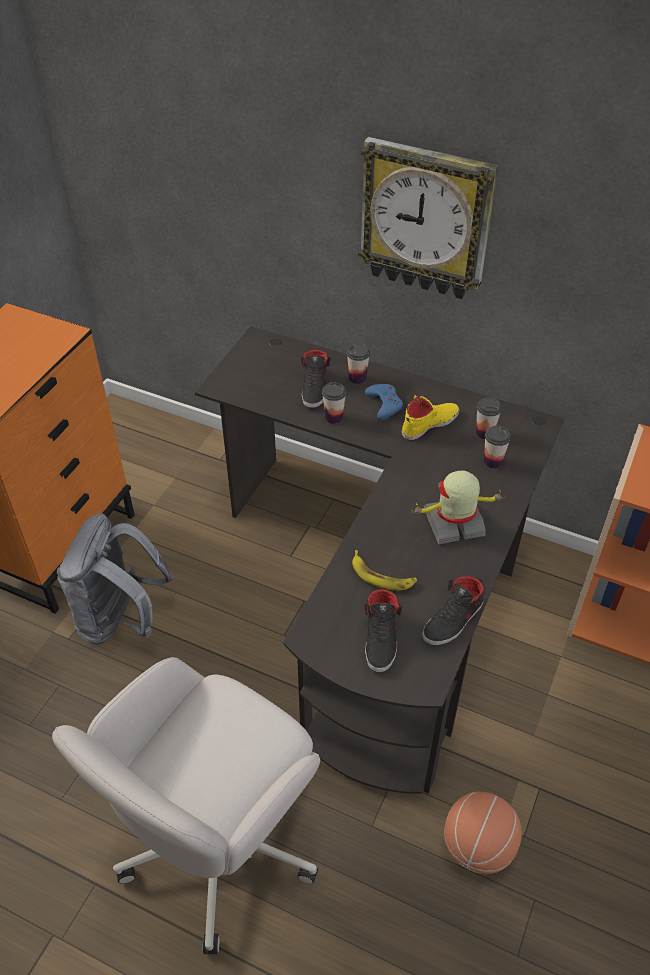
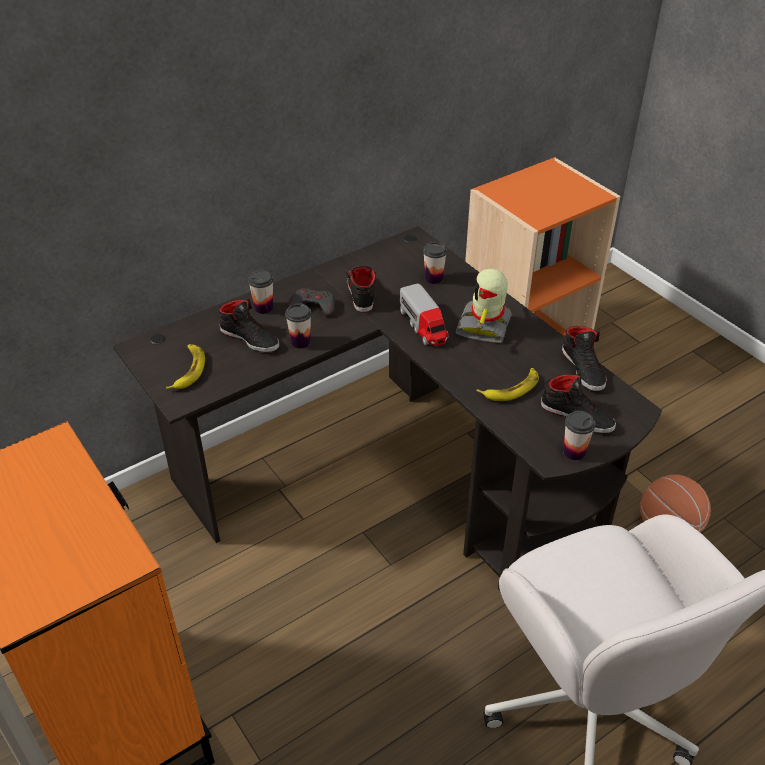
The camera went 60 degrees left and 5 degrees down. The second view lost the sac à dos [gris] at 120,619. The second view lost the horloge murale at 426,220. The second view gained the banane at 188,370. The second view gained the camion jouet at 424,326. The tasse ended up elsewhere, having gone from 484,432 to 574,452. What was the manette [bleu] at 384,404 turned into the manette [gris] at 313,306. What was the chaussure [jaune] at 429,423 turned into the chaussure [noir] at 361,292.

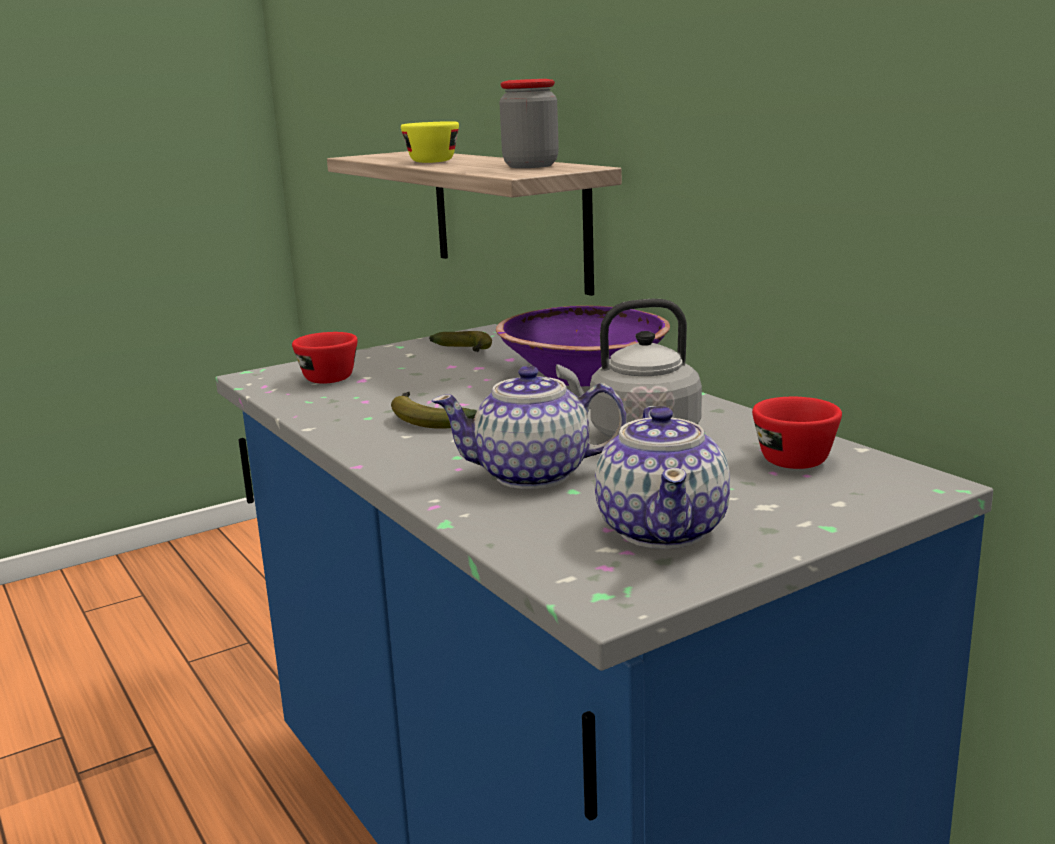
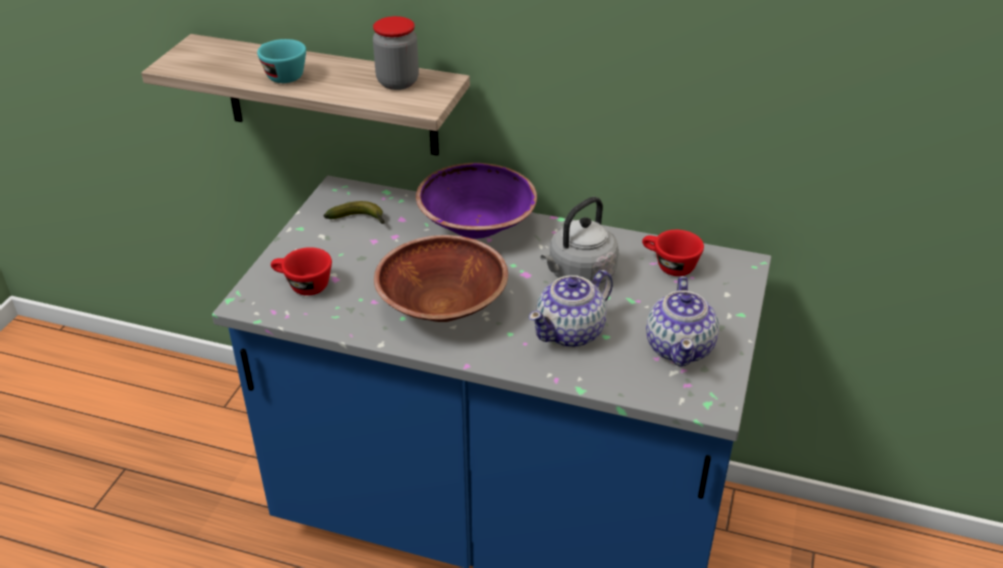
The camera went 40 degrees left and 20 degrees up. Where the banane stood at 427,420, the bol [marron] came to stand at 443,306. What was the tasse [jaune] at 432,161 turned into the tasse [turquoise] at 281,75. The théière at 663,529 ended up facing another way, 45 degrees clockwise from before.

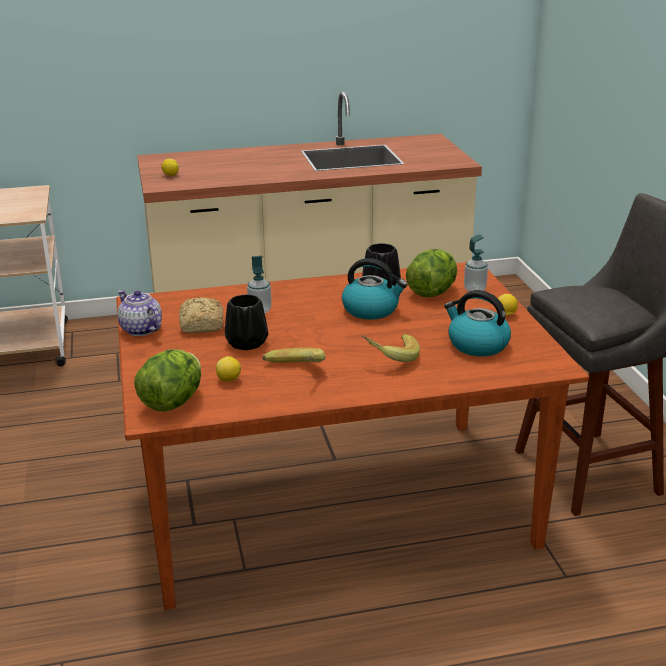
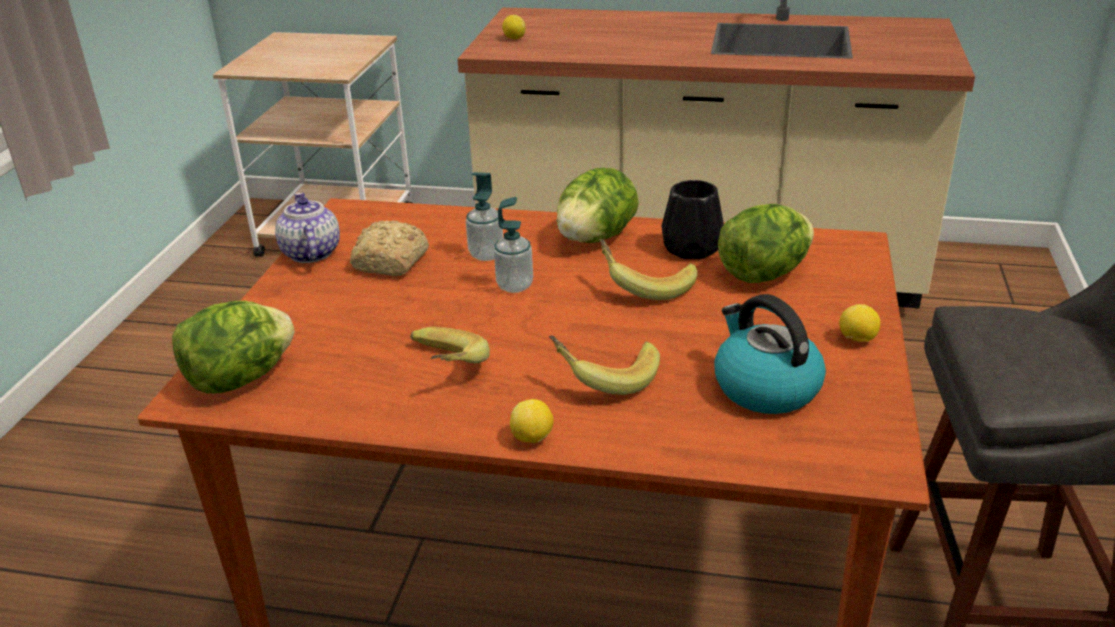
The camera went 25 degrees right and 5 degrees up. The second view lost the vase [noir] at 245,342. The second view gained the laitue at 595,238. The citron ended up elsewhere, having gone from 229,380 to 532,438. The distributeur de savon ended up elsewhere, having gone from 474,289 to 515,286. Where the bouilloire stood at 371,310, the banane came to stand at 645,286.

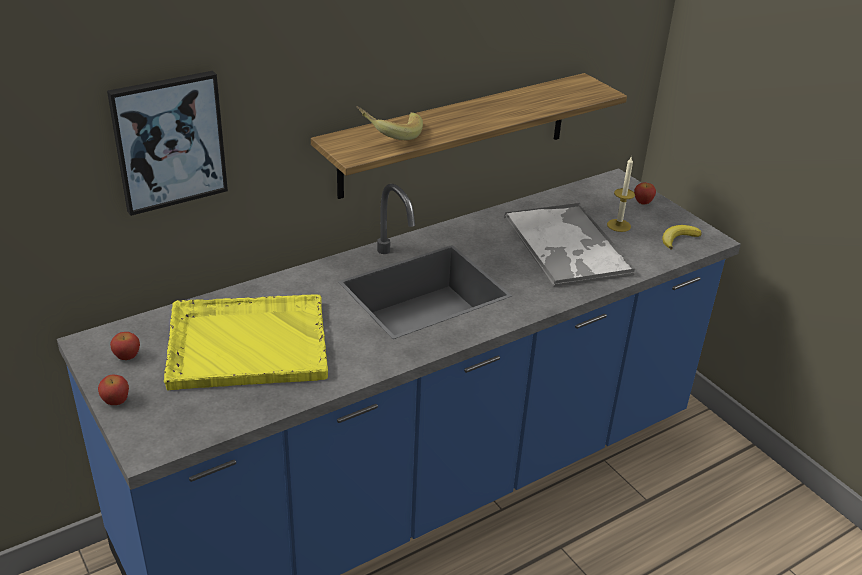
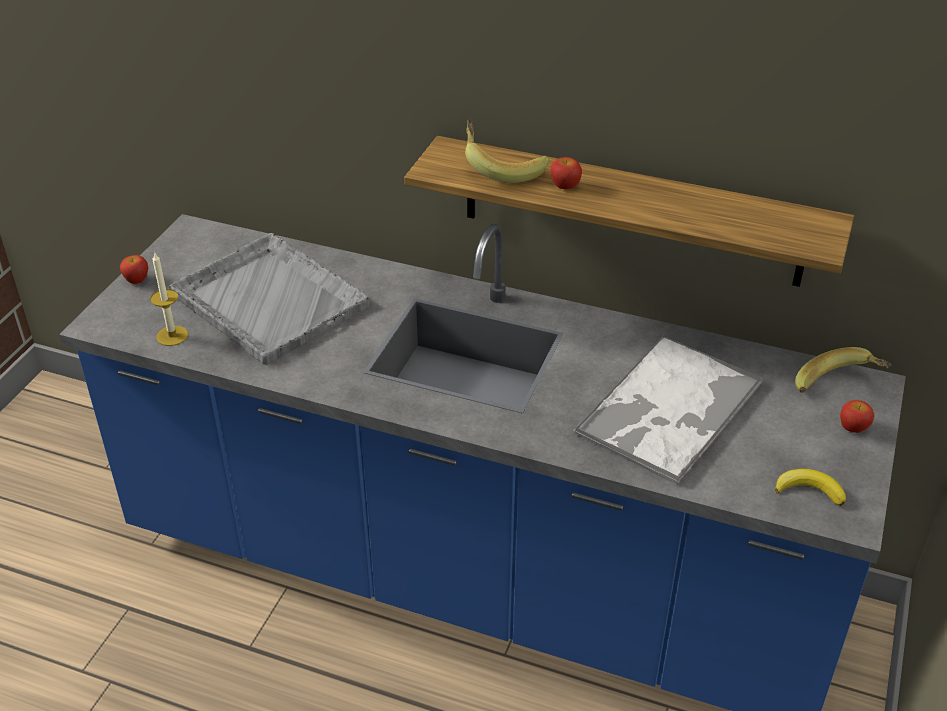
The camera went 55 degrees right and 5 degrees up. The second view lost the tableau at 169,141. The second view gained the banane at 838,388. The pomme ended up elsewhere, having gone from 127,356 to 565,186. The bougie ended up elsewhere, having gone from 618,225 to 172,335. What was the plateau [jaune] at 246,344 turned into the plateau [gris] at 268,299.

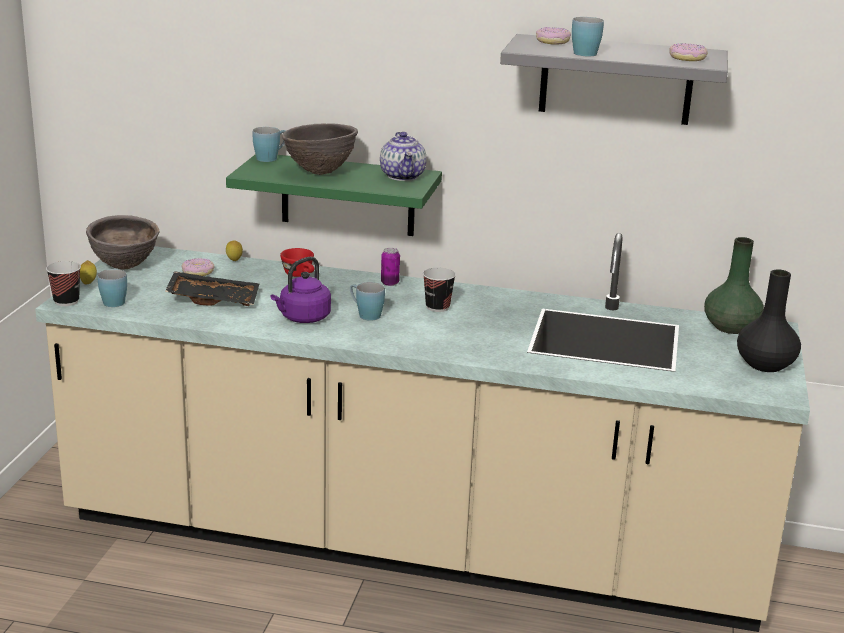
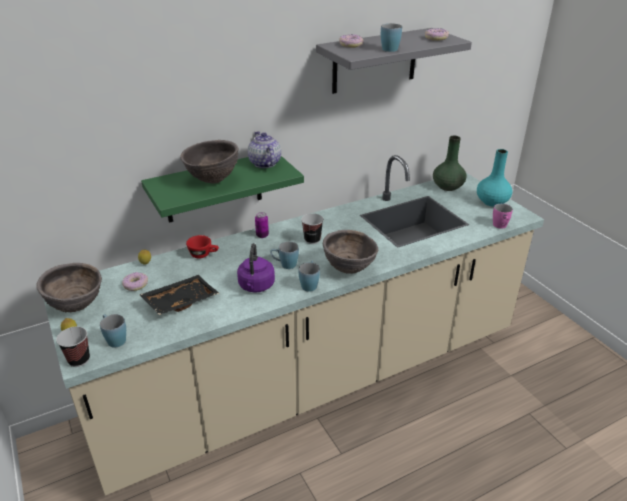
The camera went 40 degrees left and 10 degrees up. The second view gained the bol [marron] at 349,269. The second view gained the mug [rose] at 500,226. The mug [bleu] ended up elsewhere, having gone from 271,158 to 309,284. What was the vase [noir] at 766,365 turned into the vase [turquoise] at 492,202. The théière at 403,176 ended up facing another way, 150 degrees counterclockwise from before.

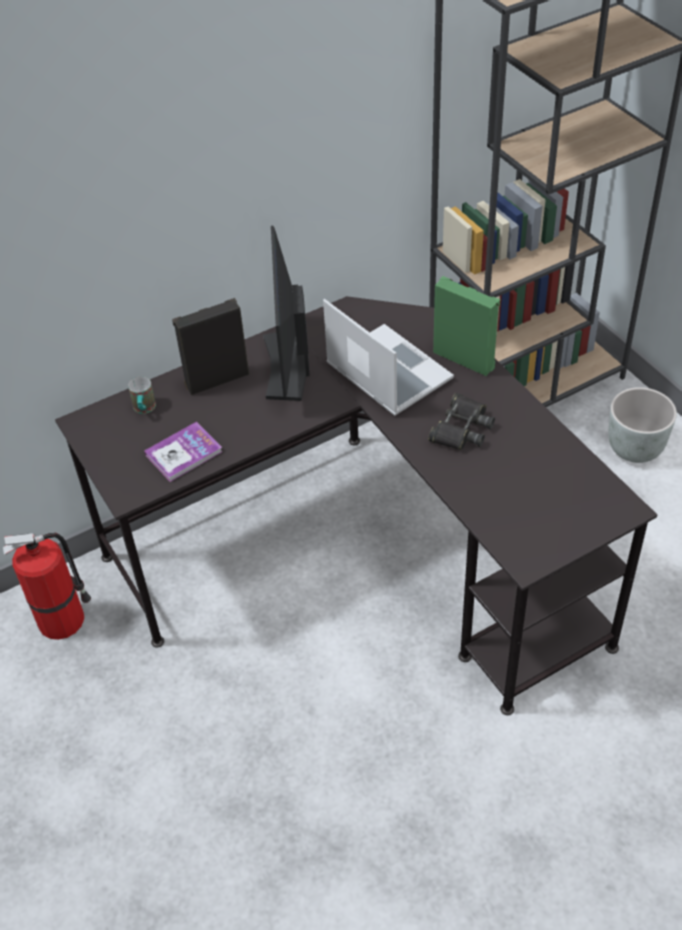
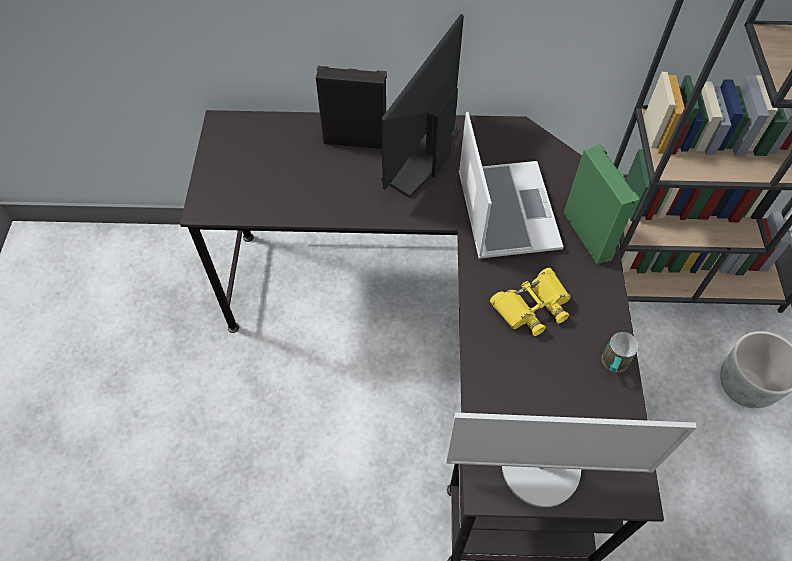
The camera went 30 degrees right and 10 degrees up. The second view lost the extincteur at 63,619. The second view lost the livre at 183,453. The second view gained the écran d'ordinateur at 541,467. The mug ended up elsewhere, having gone from 144,409 to 613,365. What was the jumelles [noir] at 461,428 turned into the jumelles [jaune] at 532,306.

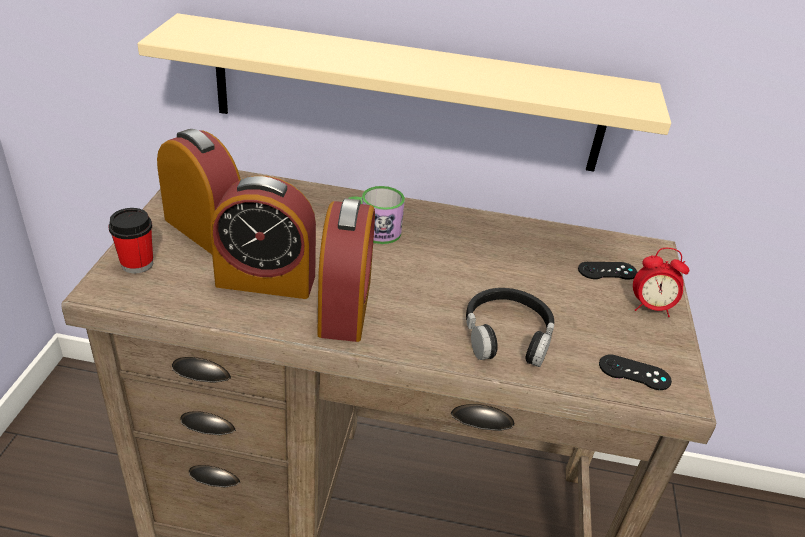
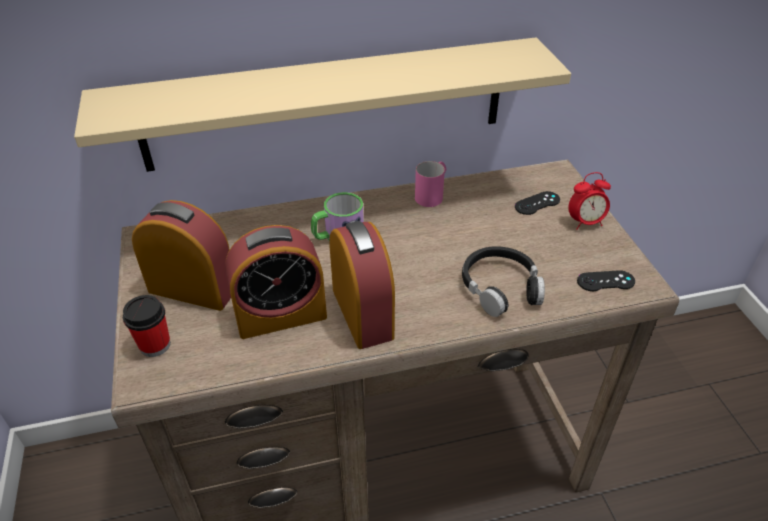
The camera went 20 degrees left and 5 degrees up. The second view gained the mug [rose] at 432,194.

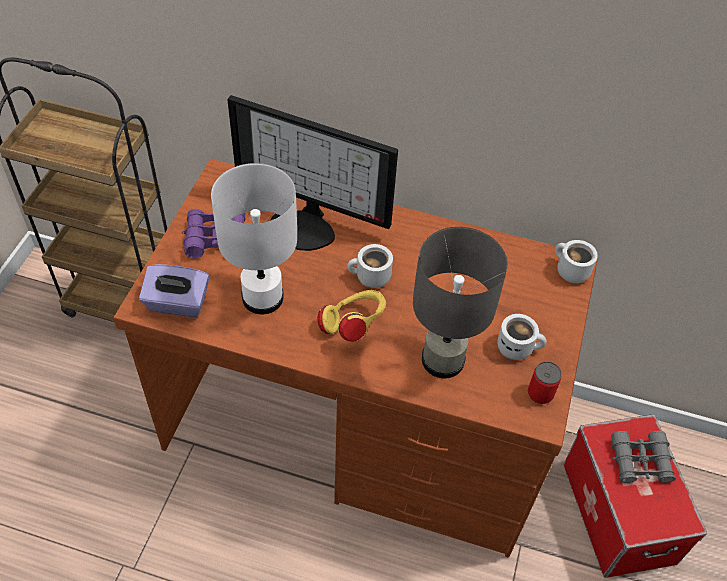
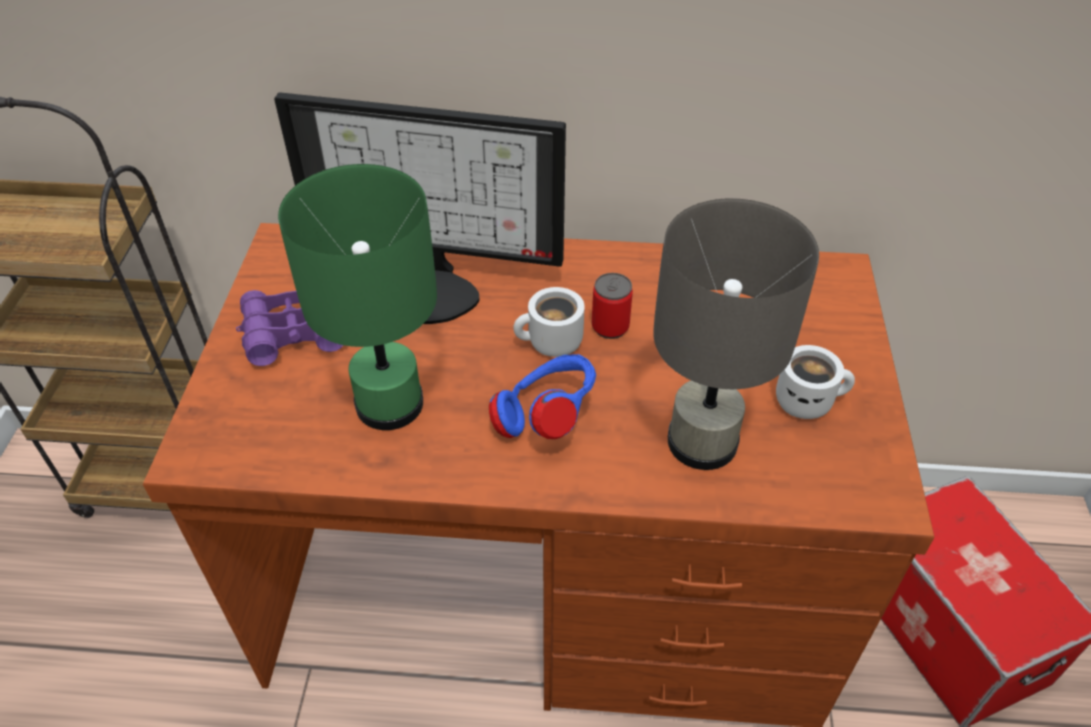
The camera went 10 degrees left and 5 degrees down. The second view lost the boîte à mouchoirs [violet] at 177,304. The second view lost the mug [blanc] at 569,271. The second view lost the jumelles [gris] at 640,461. The boîte métallique ended up elsewhere, having gone from 540,393 to 610,327. What was the lampe de table [blanc] at 263,298 turned into the lampe de table [vert] at 390,405. What was the casque audio [jaune] at 353,326 turned into the casque audio [bleu] at 546,418.

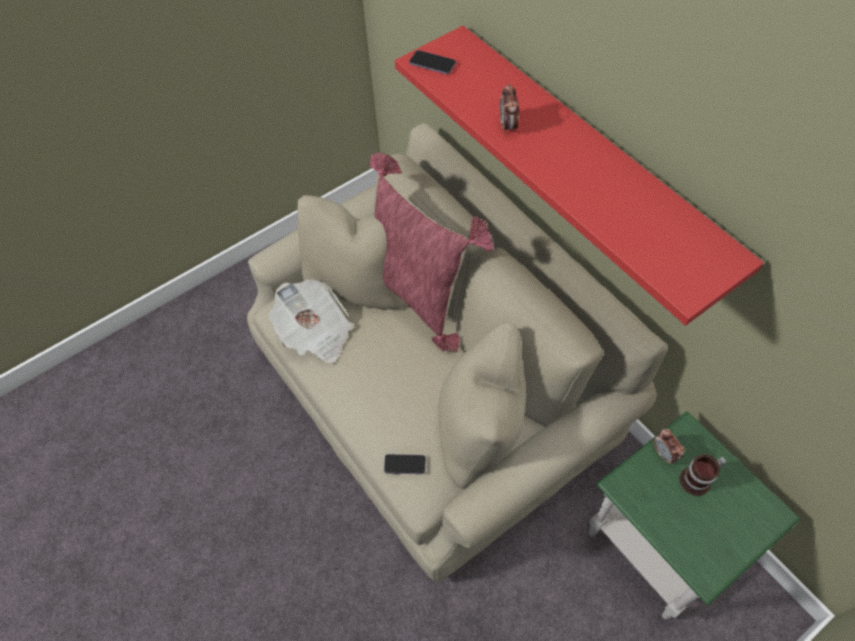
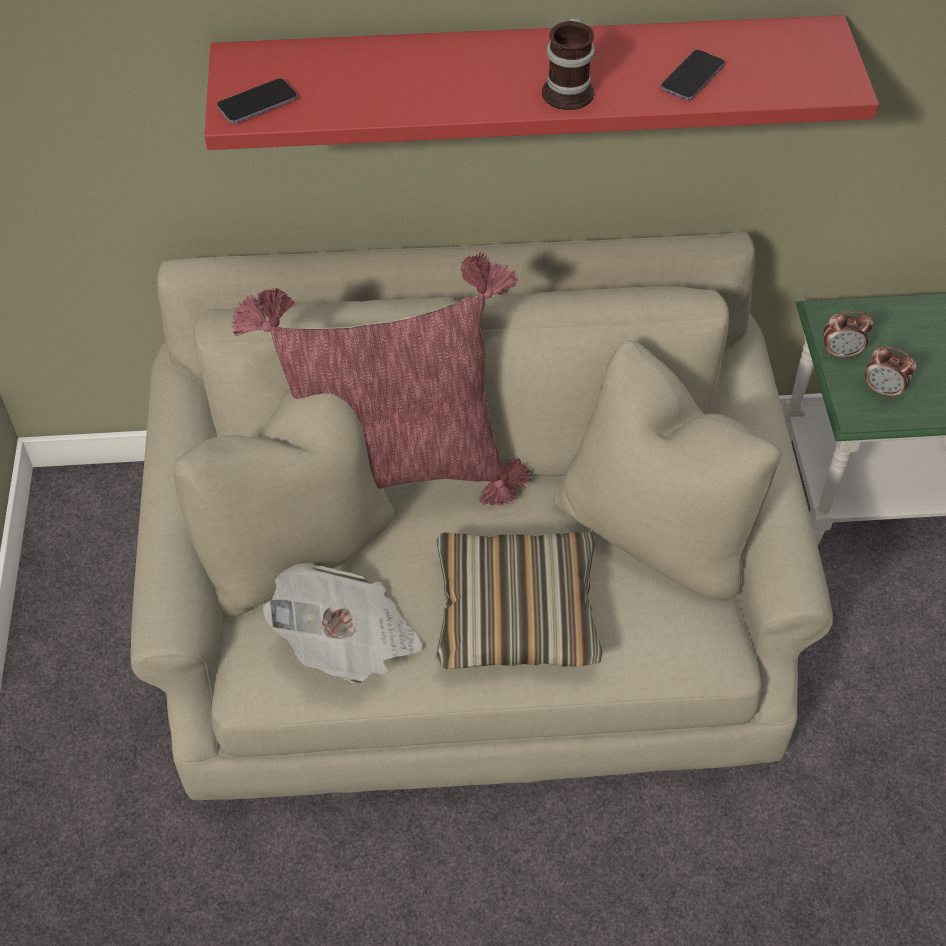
The camera went 60 degrees left and 5 degrees down. The second view gained the coussin at 516,613. The téléphone ended up elsewhere, having gone from 405,464 to 692,77. The réveil ended up elsewhere, having gone from 508,126 to 883,390. The mug ended up elsewhere, having gone from 698,481 to 570,90.

